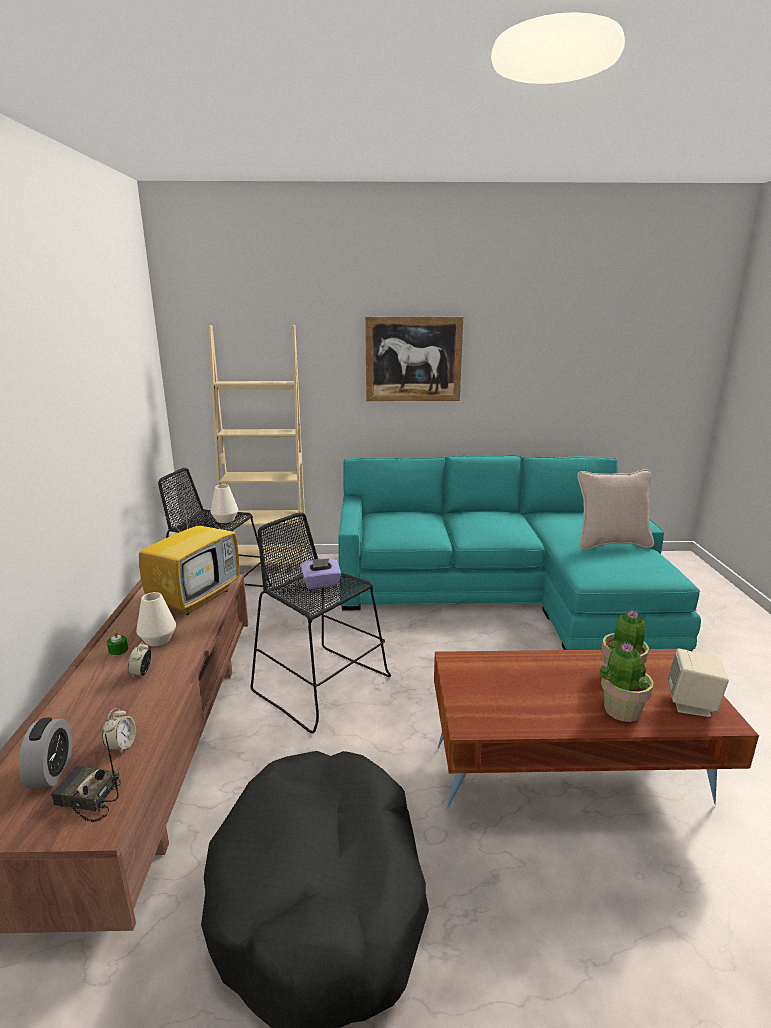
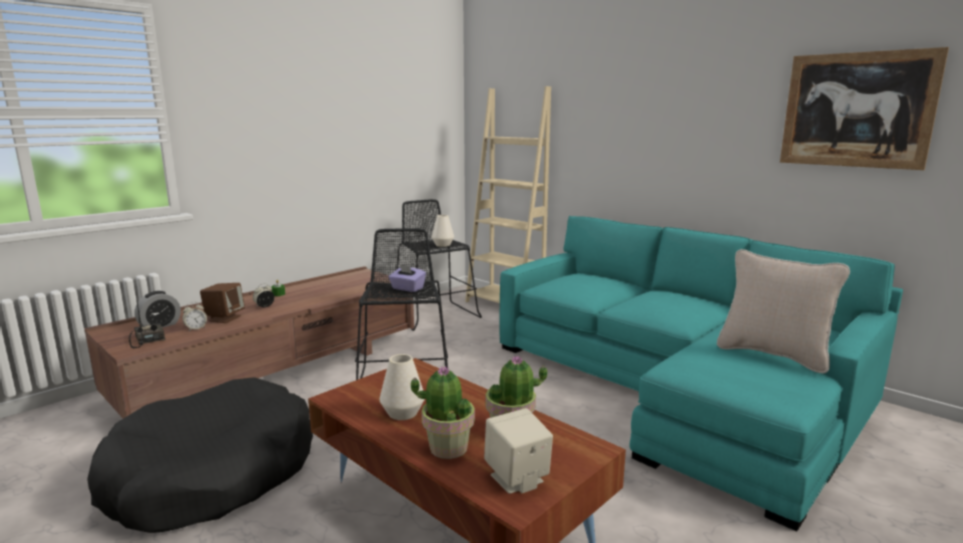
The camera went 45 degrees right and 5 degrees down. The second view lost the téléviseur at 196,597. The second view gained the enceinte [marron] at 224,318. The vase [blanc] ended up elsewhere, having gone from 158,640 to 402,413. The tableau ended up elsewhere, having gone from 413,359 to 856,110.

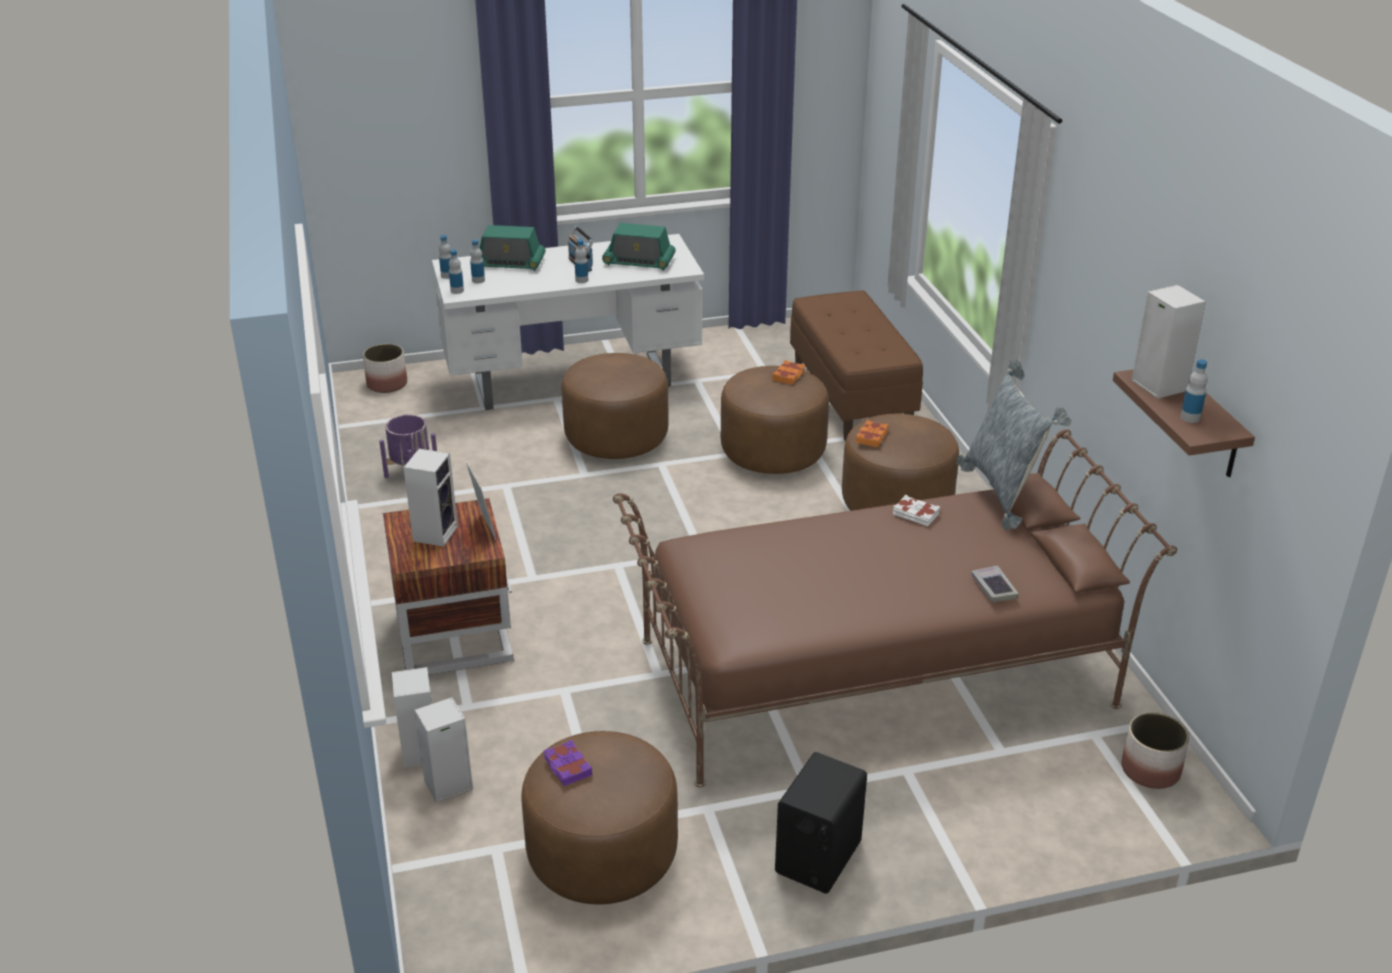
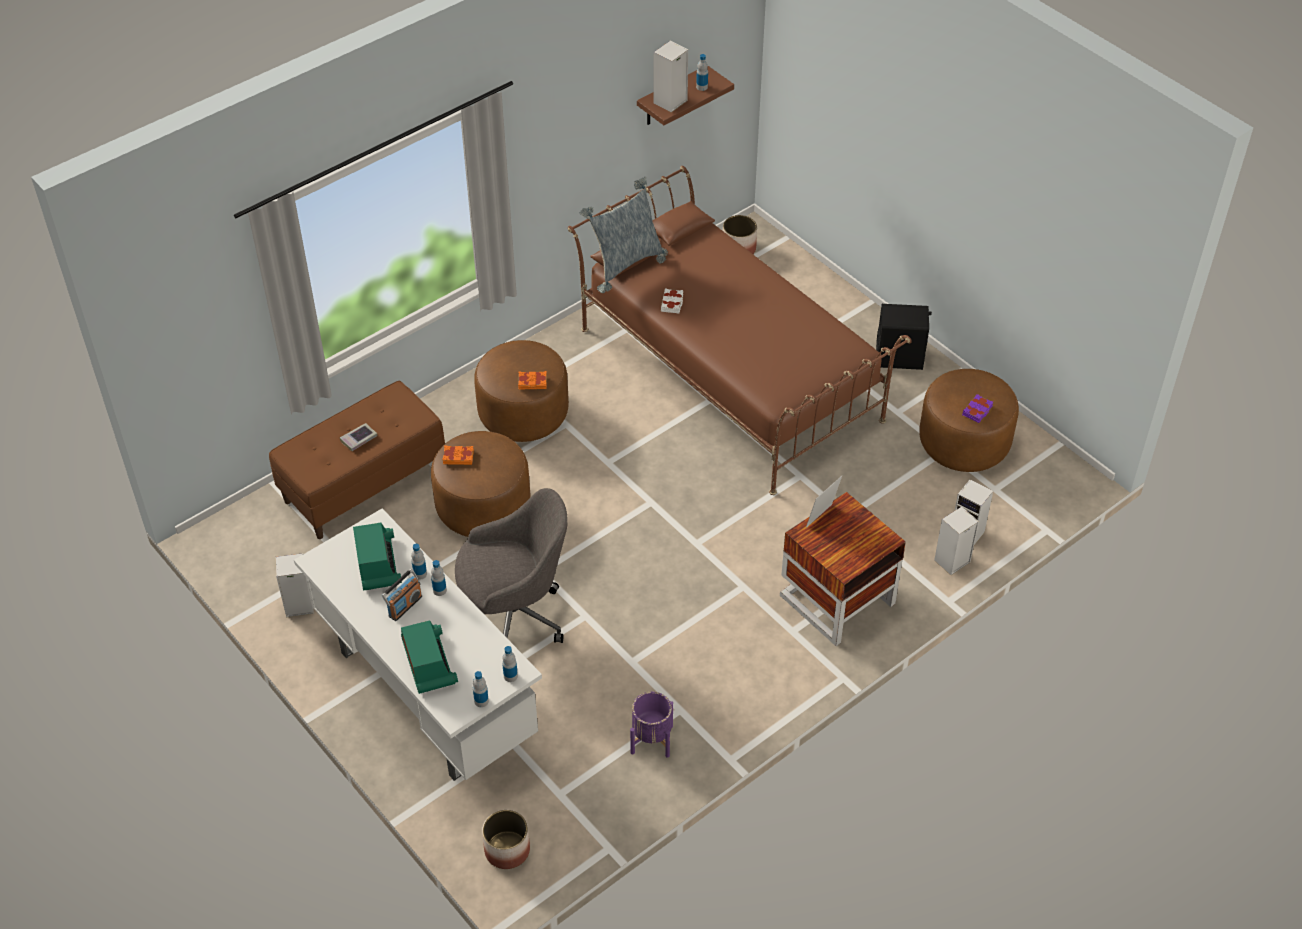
The camera went 115 degrees left and 15 degrees up. The enceinte ended up elsewhere, having gone from 435,532 to 298,606. The bouteille ended up elsewhere, having gone from 478,280 to 420,574. The livre ended up elsewhere, having gone from 993,587 to 359,439. Where the pouf [marron] stood at 616,437, the chaise de bureau [gris] came to stand at 514,618.

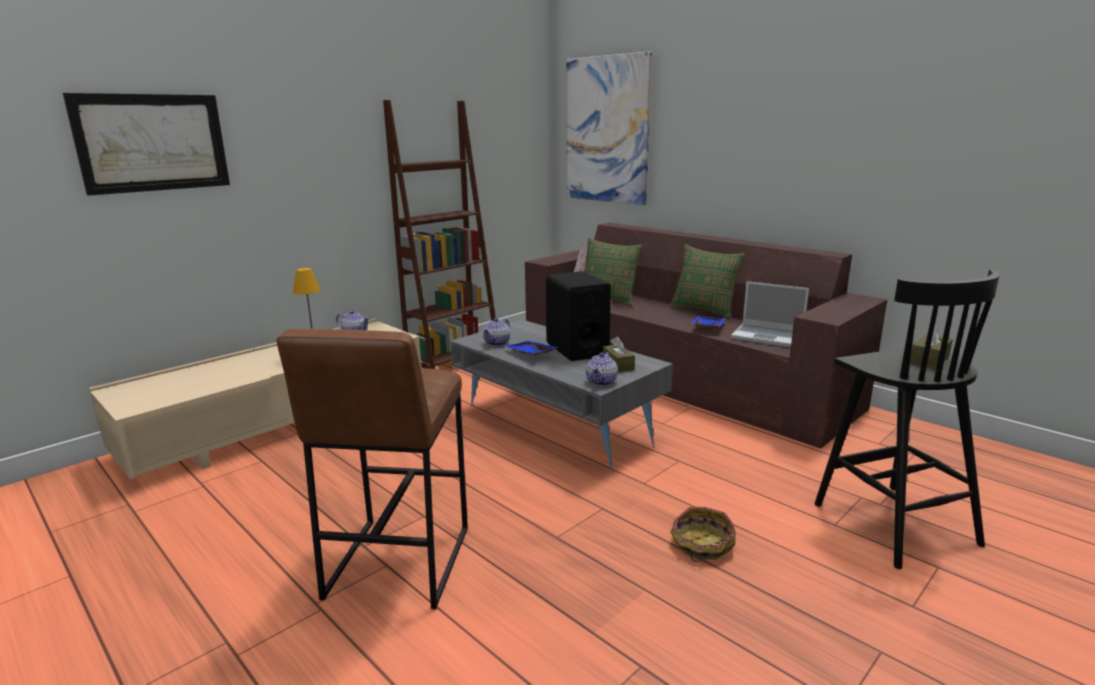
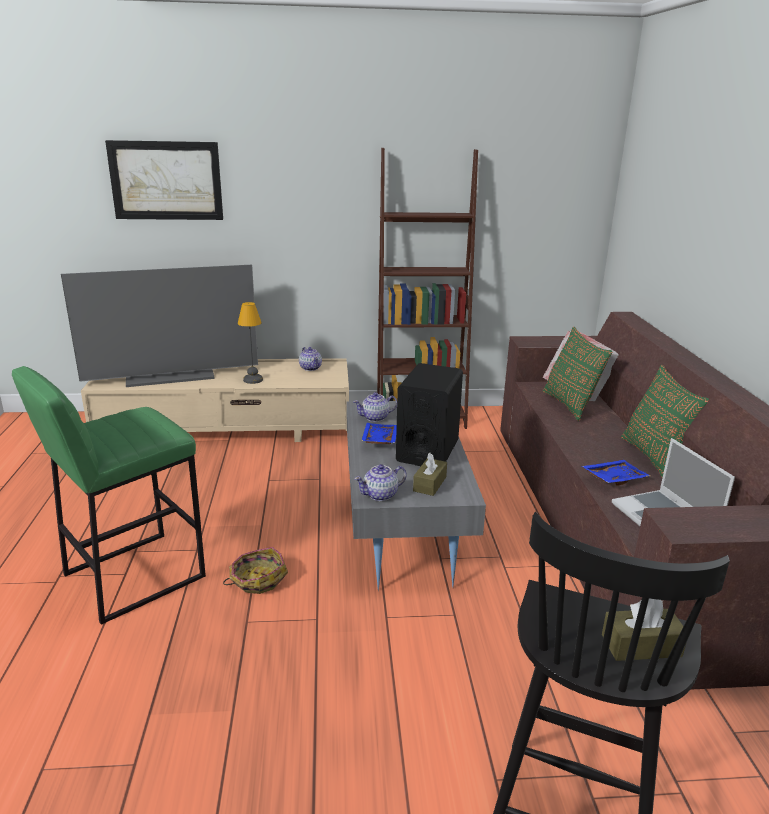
The camera went 40 degrees right and 5 degrees up. The second view lost the tableau at 607,130. The second view gained the téléviseur at 171,375. The panier ended up elsewhere, having gone from 701,545 to 257,579. What was the tabouret [marron] at 398,563 turned into the tabouret [vert] at 132,576.

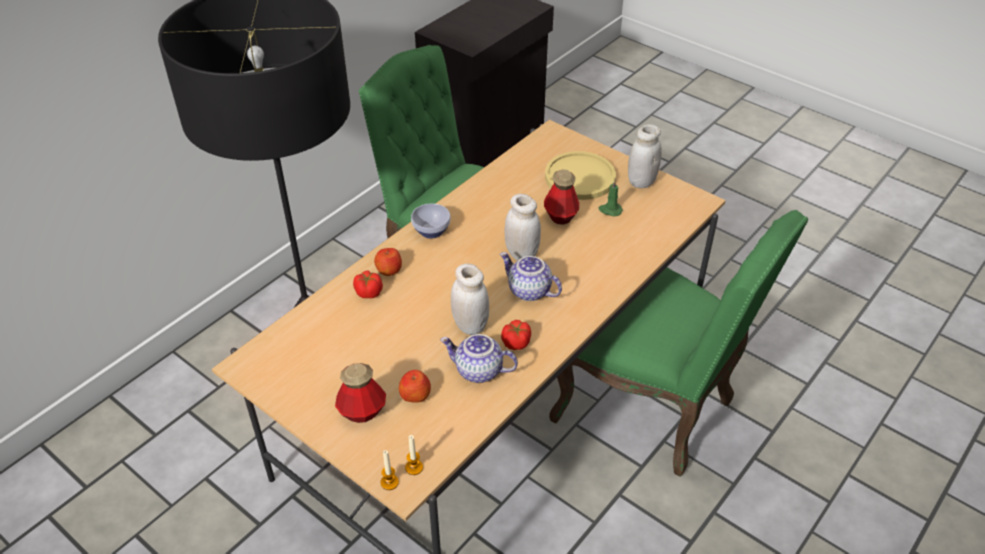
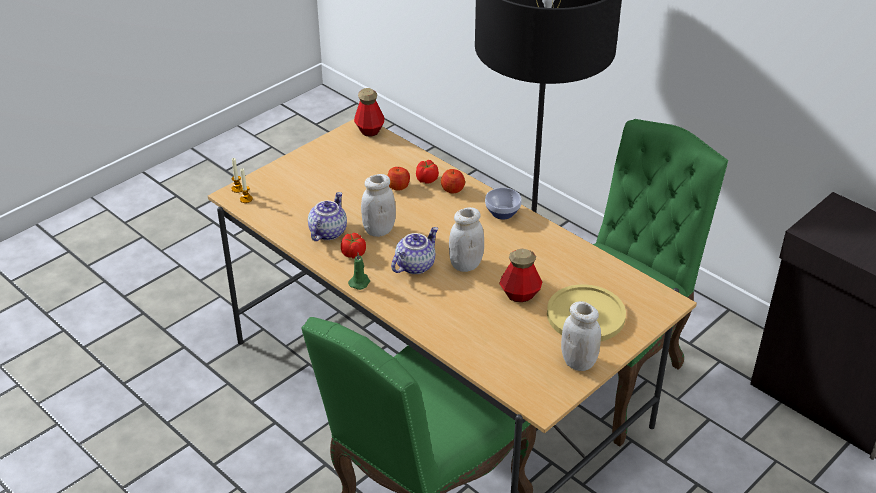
The camera went 95 degrees right and 5 degrees down. The bouteille ended up elsewhere, having gone from 362,412 to 369,130. The pomme ended up elsewhere, having gone from 415,395 to 398,186. The bougie [vert] ended up elsewhere, having gone from 610,210 to 360,282.

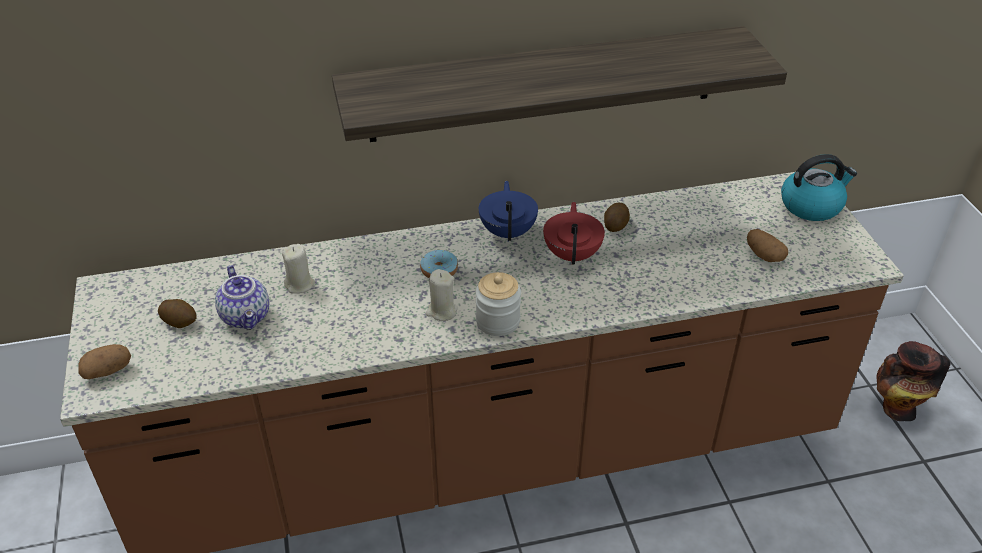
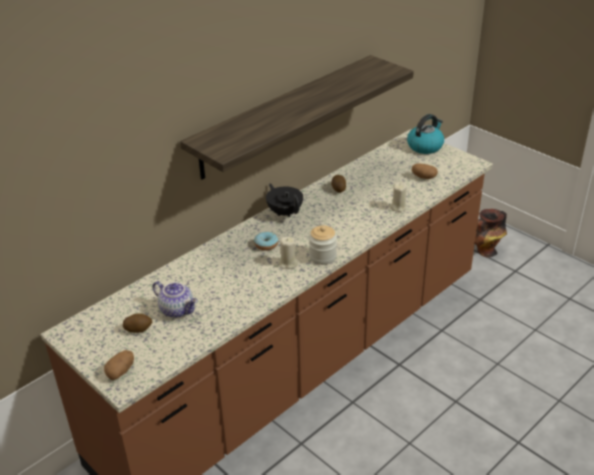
The camera went 30 degrees left and 5 degrees down. The second view lost the théière [rouge] at 572,254. The bougie [beige] ended up elsewhere, having gone from 300,284 to 398,207. What was the théière [bleu] at 508,232 turned into the théière [noir] at 285,212.

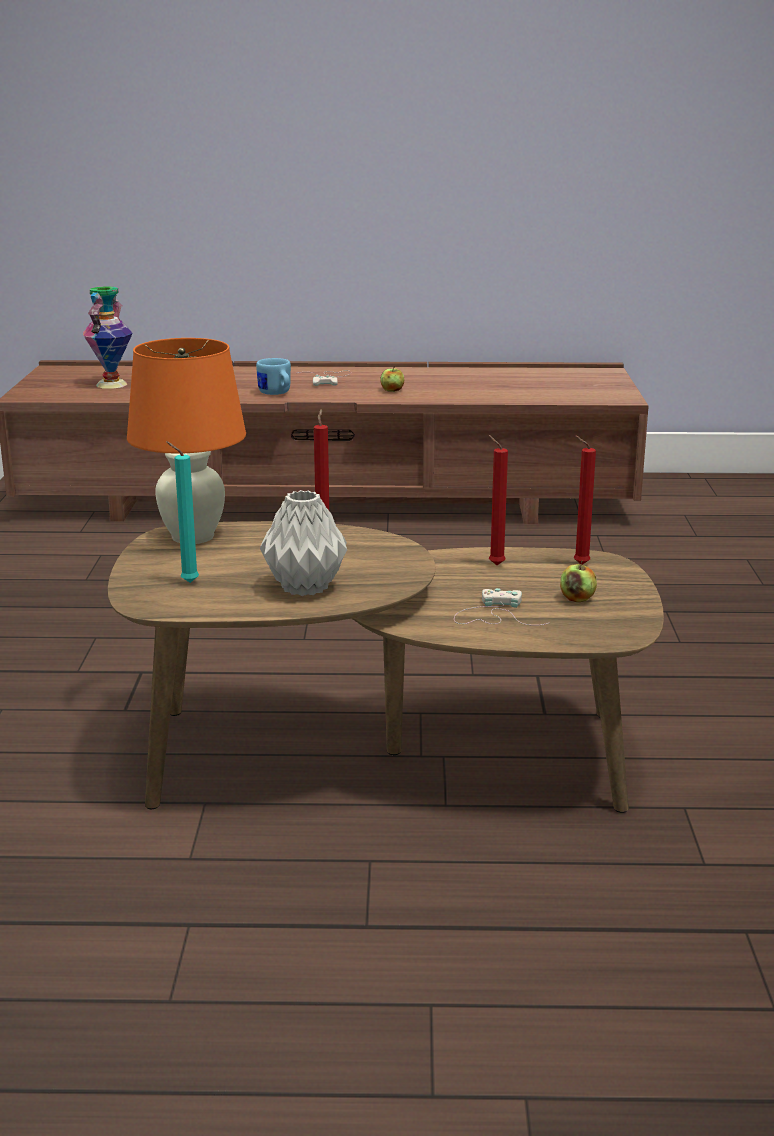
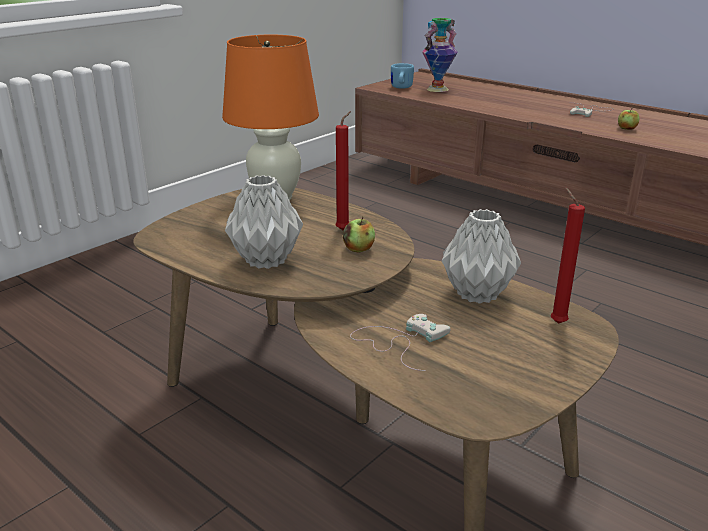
The camera went 40 degrees right and 5 degrees up. The second view lost the bougie [turquoise] at 187,582. The mug [bleu] ended up elsewhere, having gone from 276,394 to 401,88. The pomme ended up elsewhere, having gone from 577,598 to 359,249. Where the bougie [rouge] stood at 494,564, the vase [gris] came to stand at 478,294.

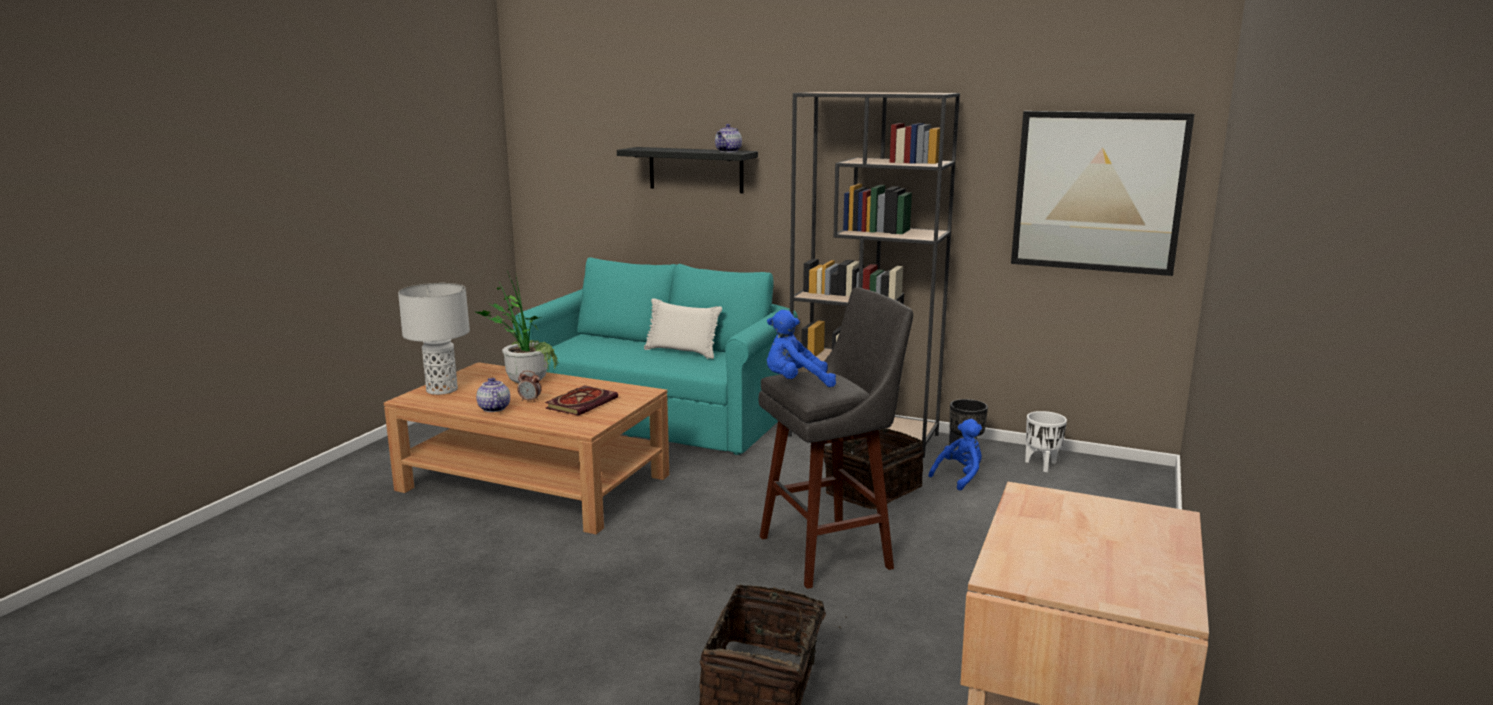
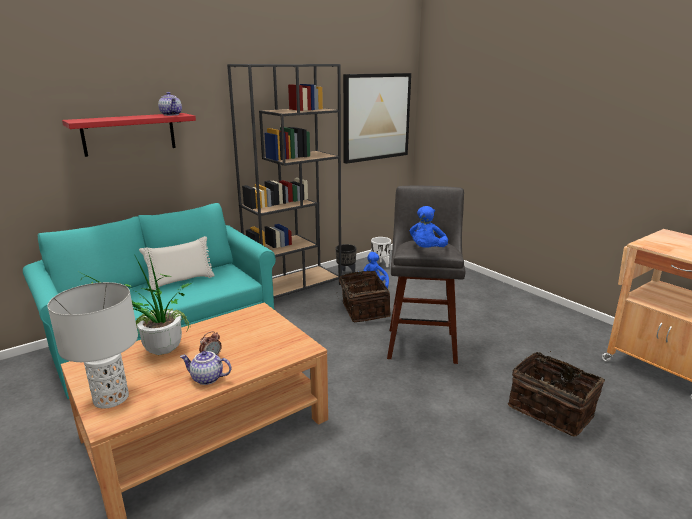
The camera went 60 degrees left and 5 degrees up. The second view lost the livre at 582,403. What was the étagère [noir] at 696,169 turned into the étagère [rouge] at 129,134.

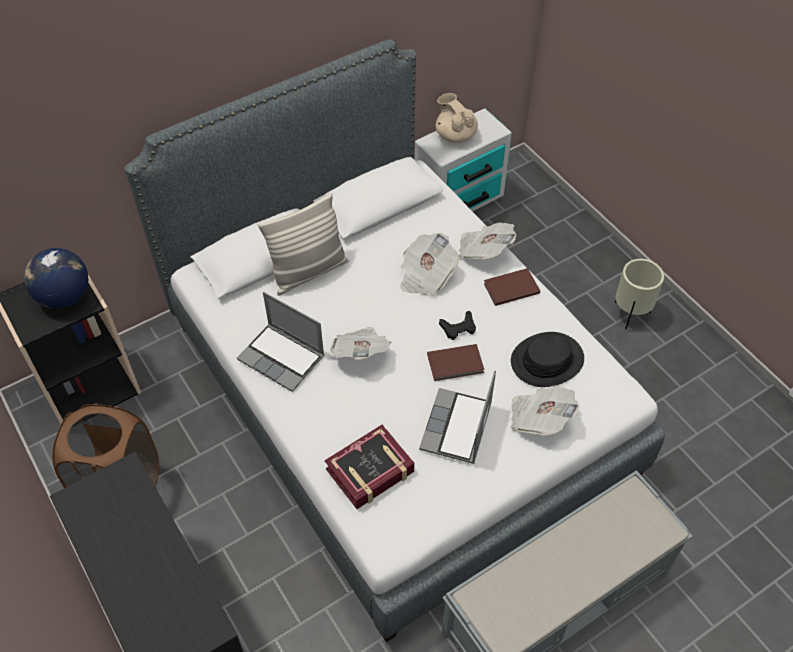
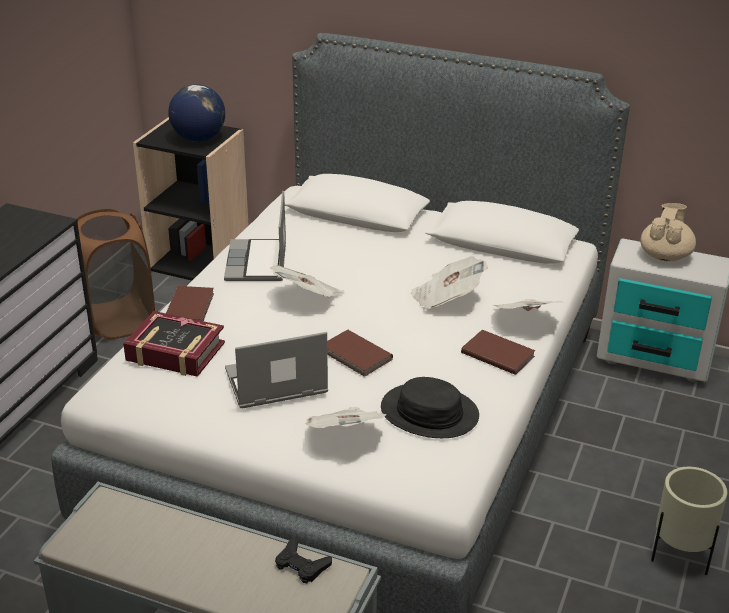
The camera went 55 degrees right and 20 degrees down. The second view lost the coussin at 308,272. The second view gained the livre [marron] at 191,307. The manette [noir] ended up elsewhere, having gone from 458,328 to 301,565.

